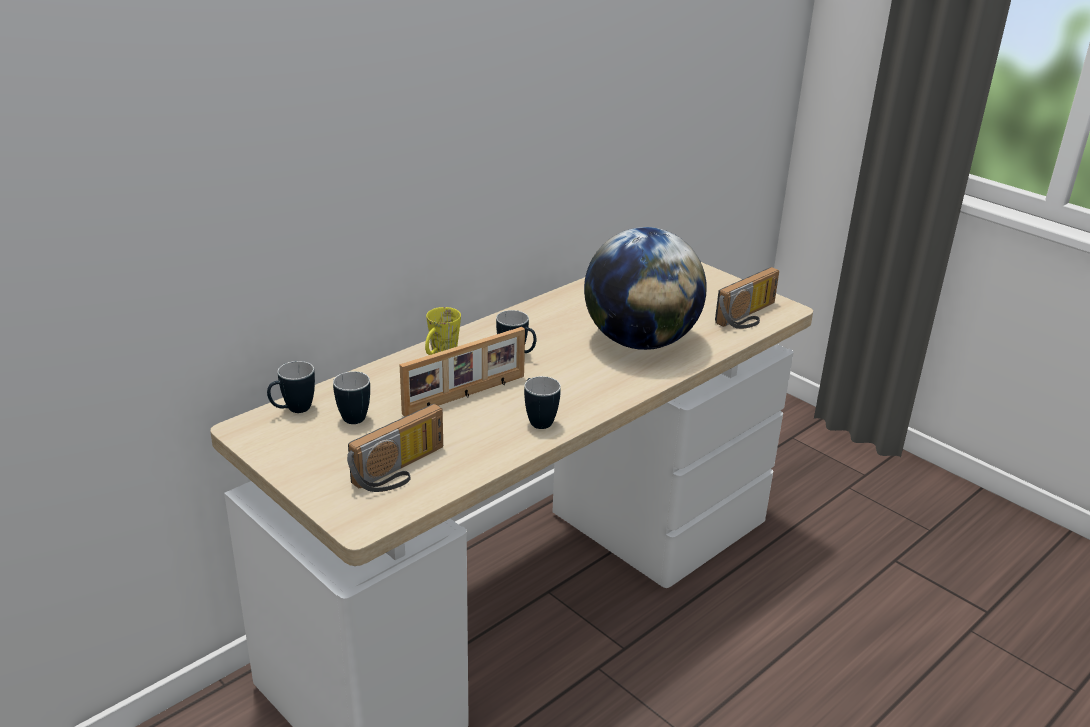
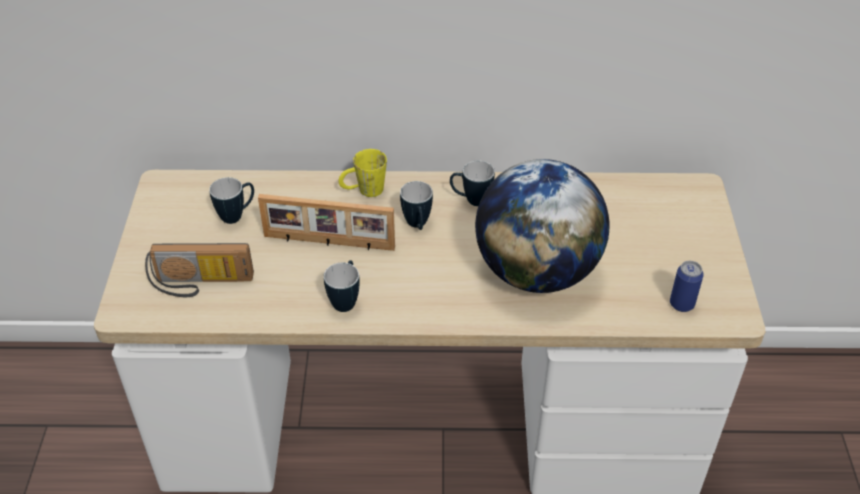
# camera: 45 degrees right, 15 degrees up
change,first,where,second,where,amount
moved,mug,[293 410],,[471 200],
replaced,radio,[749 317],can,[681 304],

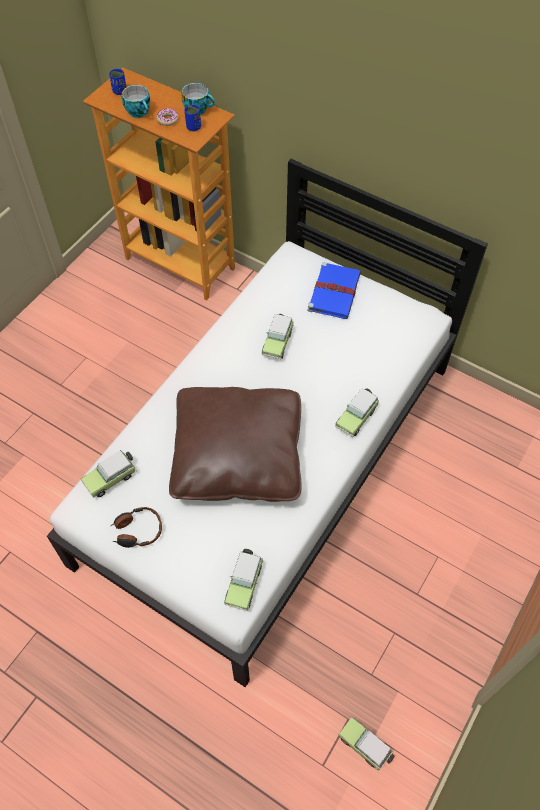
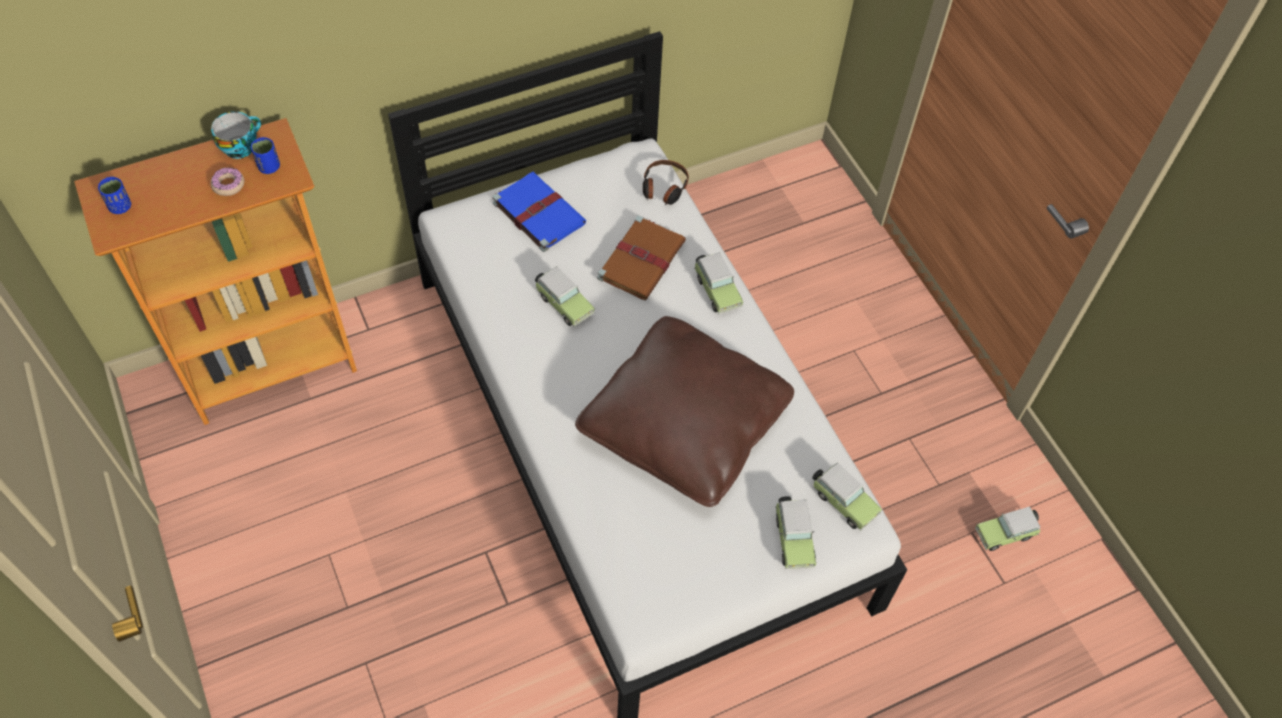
# camera: 60 degrees left, 0 degrees up
change,first,where,second,where,amount
removed,cup,[139 112],,,
added,,,book in brown,[642 259],
moved,toy car,[112 478],,[793 538],
moved,headphones,[137 531],,[663 188],

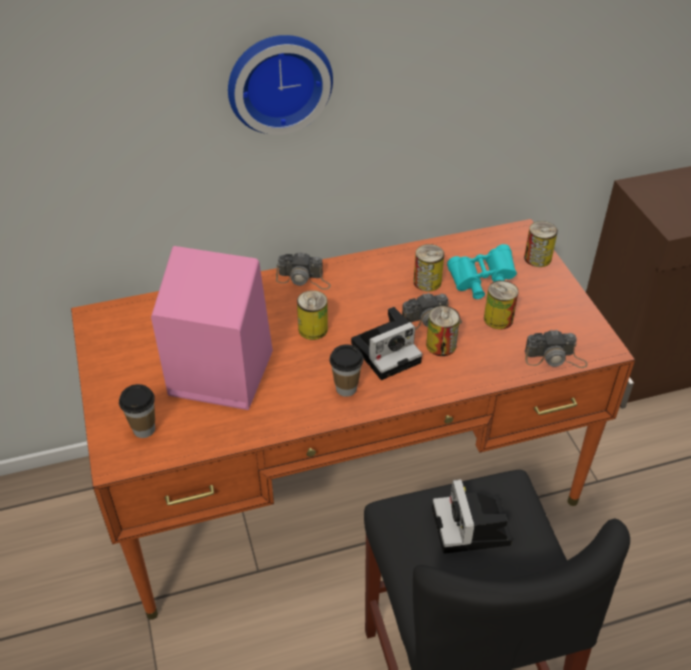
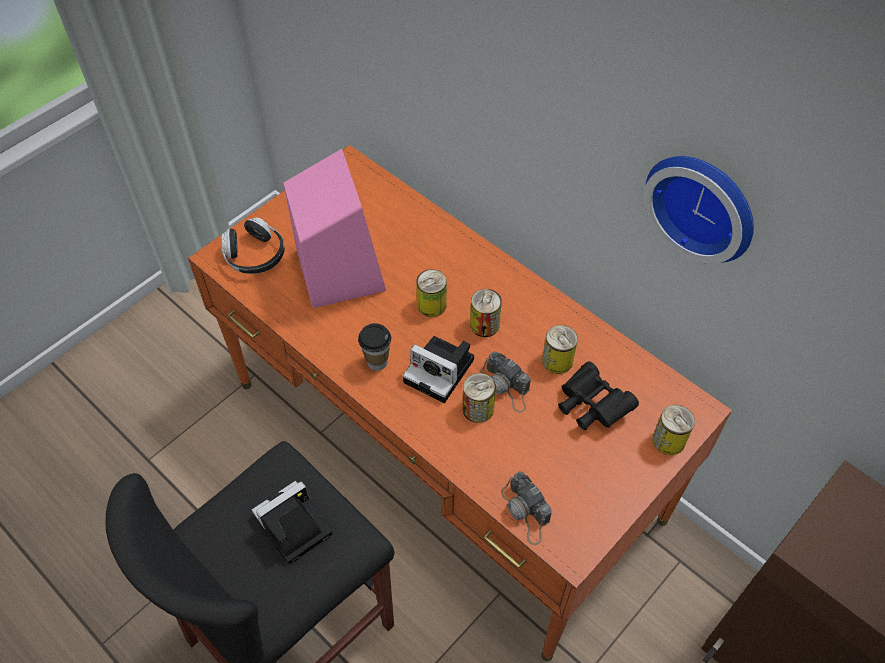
# camera: 60 degrees right, 10 degrees up
change,first,where,second,where,amount
removed,photo camera,[303 279],,,
moved,wall clock,[278 81],,[703 204],
moved,can,[498 319],,[484 325],
replaced,cup,[144 429],headphones,[255 256],
recoloured,binoculars in turquoise,[481 282],binoculars in black,[591 406],

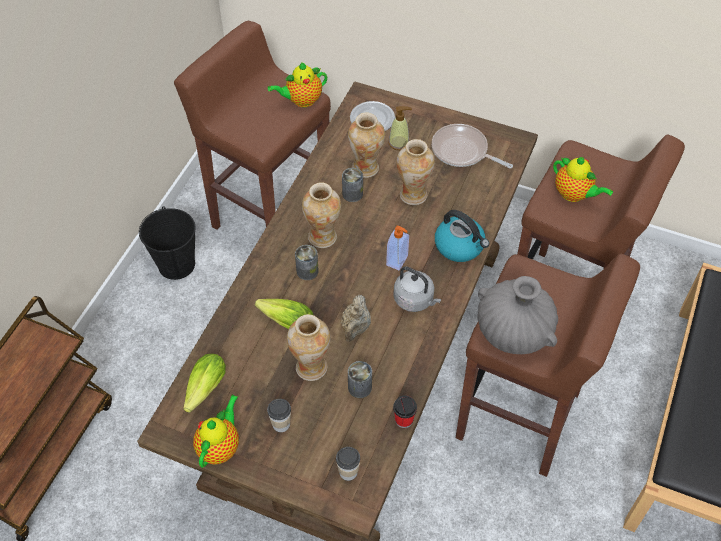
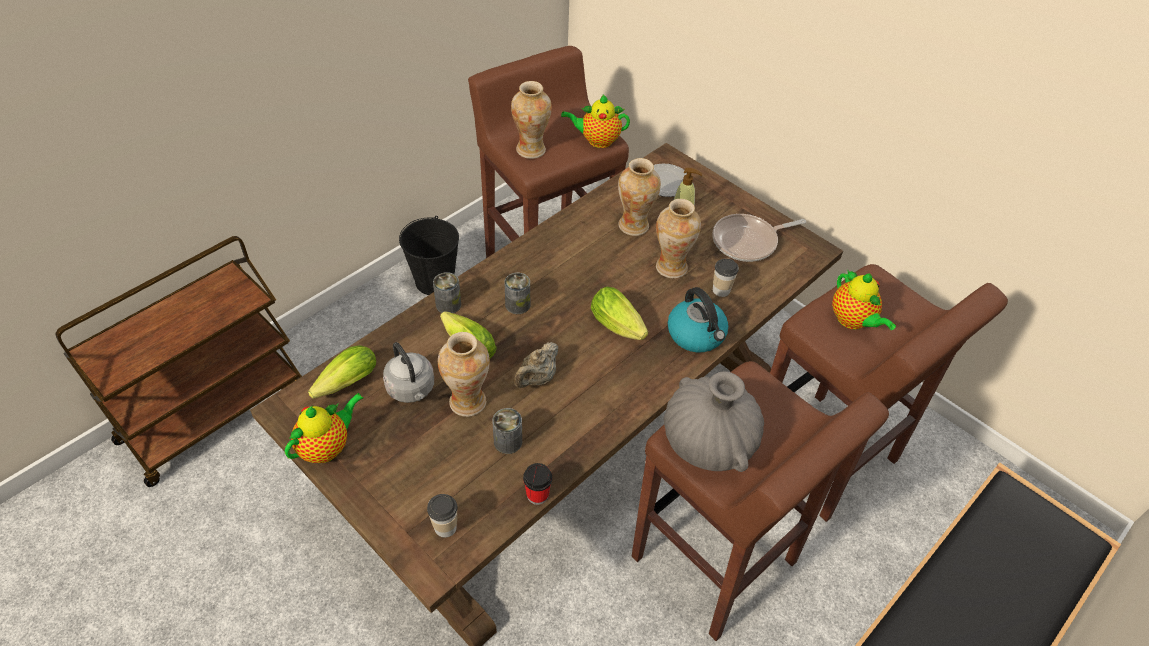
# camera: 20 degrees right, 5 degrees down
change,first,where,second,where,amount
moved,cup,[281 424],,[721 290],
moved,vase,[323 237],,[531 150],
moved,can,[352 194],,[448 304],
moved,kettle in grey,[415 300],,[412 389],
replaced,soap dispenser,[397 261],lettuce,[619 327],
turned,frying pan,[462 151],,[748 242],75 degrees counterclockwise

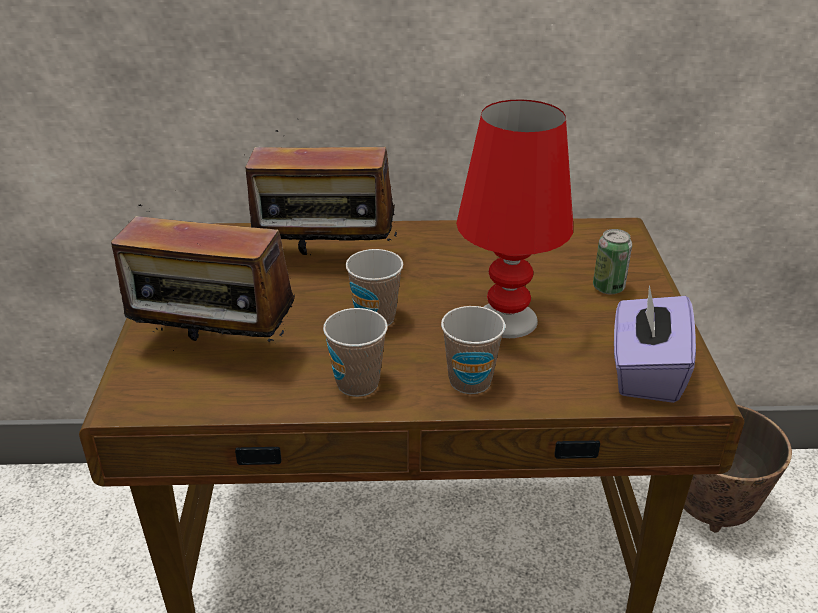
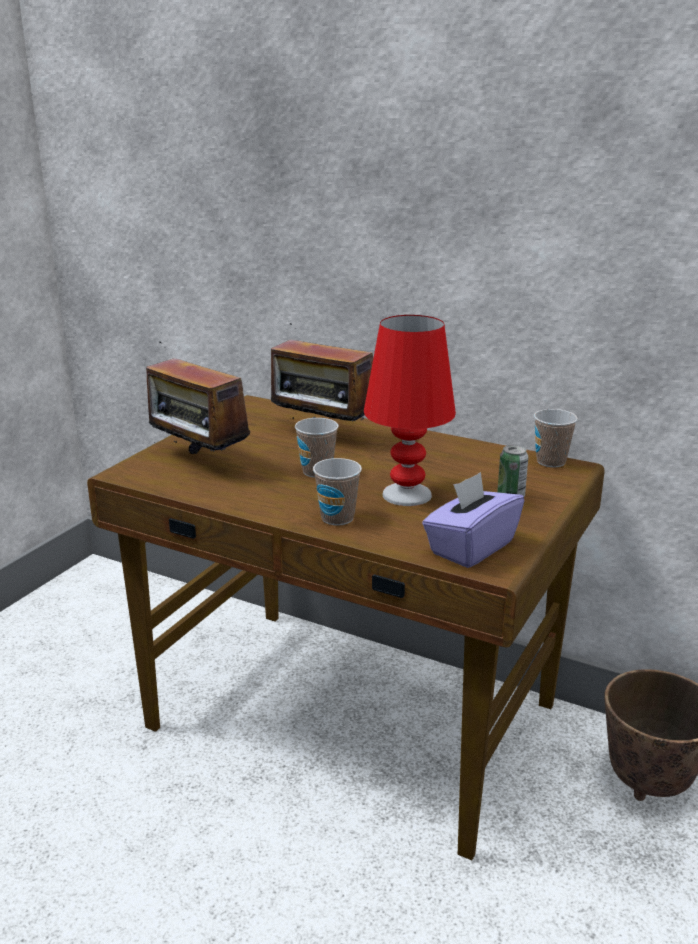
# camera: 30 degrees right, 10 degrees down
change,first,where,second,where,amount
moved,cup,[357 383],,[551 461],

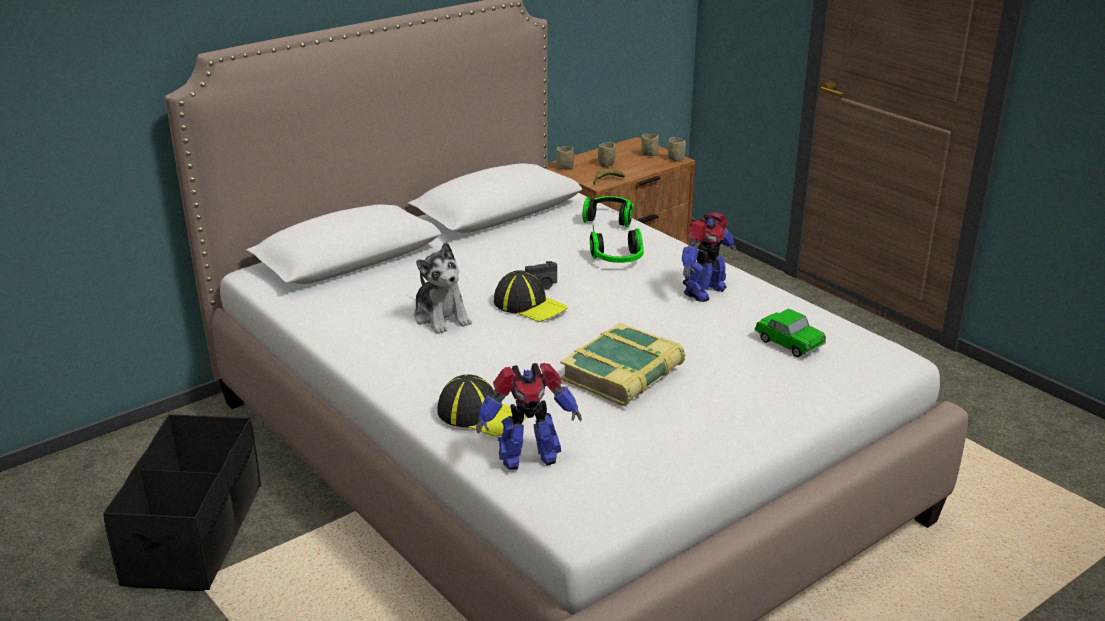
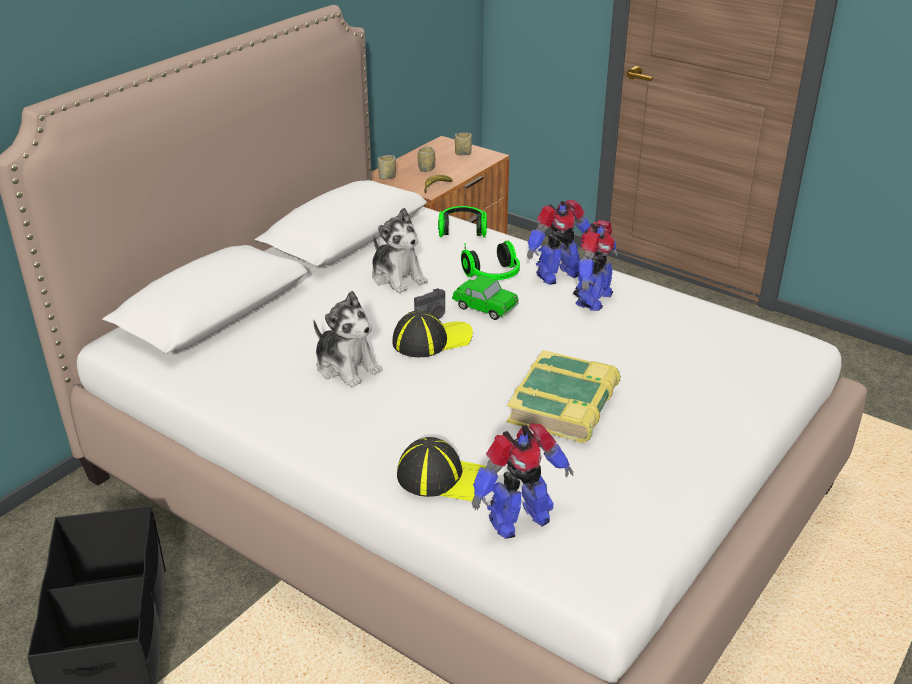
# camera: 15 degrees left, 5 degrees up
change,first,where,second,where,amount
removed,cup,[676 159],,,
added,,,plush toy,[397 277],
added,,,toy robot,[557 275],
moved,toy car,[789 344],,[485 308],
turned,cap,[529 305],,[431 340],45 degrees counterclockwise

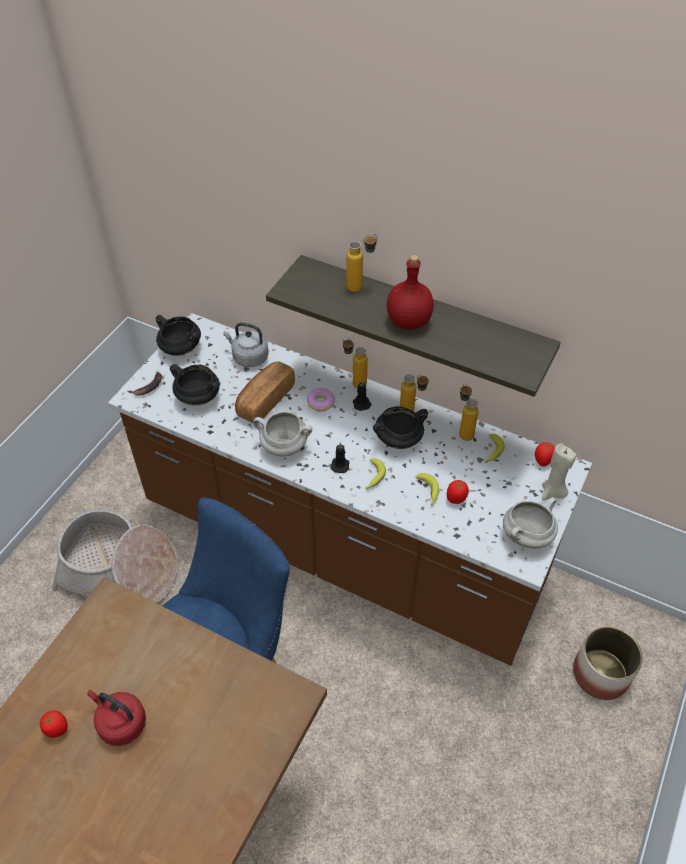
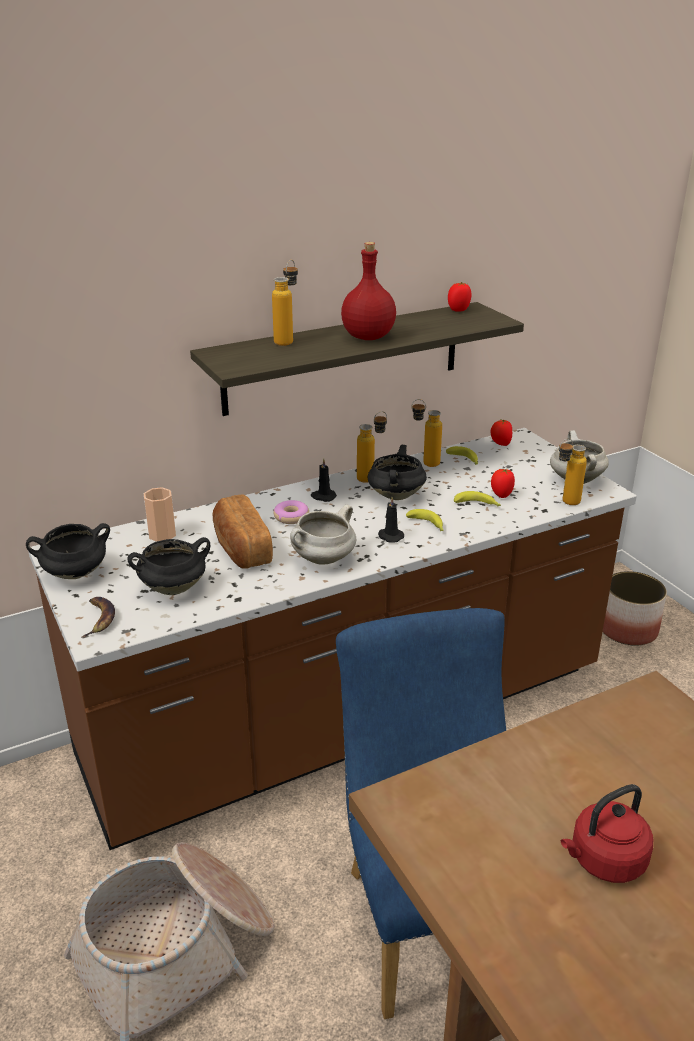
# camera: 55 degrees left, 20 degrees down
change,first,where,second,where,amount
removed,candle in beige,[553 492],,,
moved,tomato,[57 729],,[458 310],
moved,bottle,[354 382],,[565 503],
replaced,kettle in grey,[248 357],cup,[162 535],

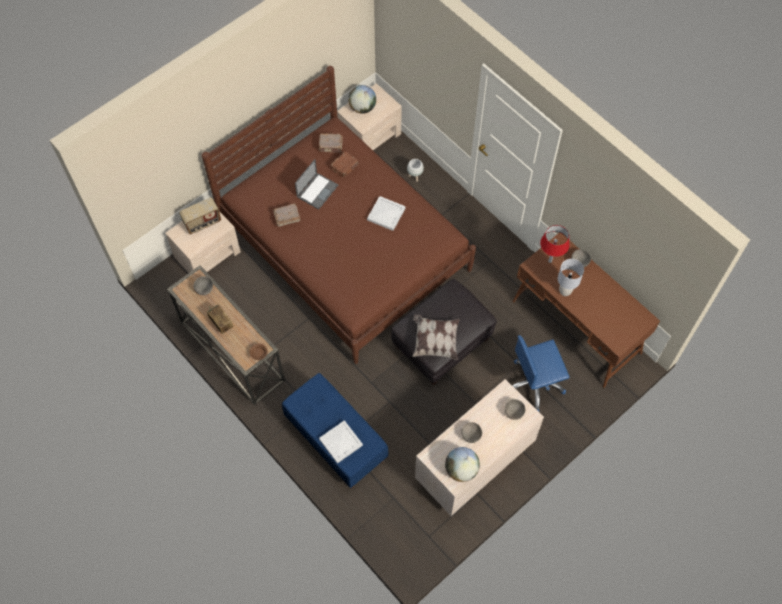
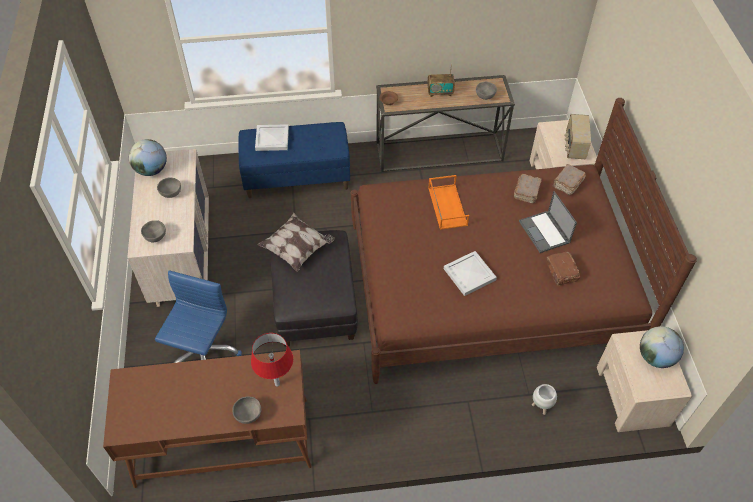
# camera: 125 degrees right, 10 degrees down
change,first,where,second,where,amount
removed,table lamp in grey,[564 291],,,
added,,,tray in orange,[446 206],
moved,book in brown,[331 146],,[567 184],

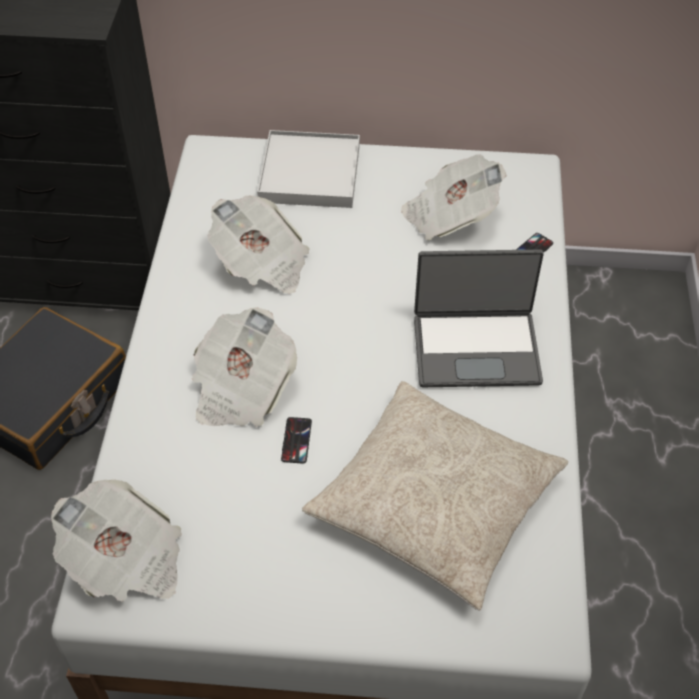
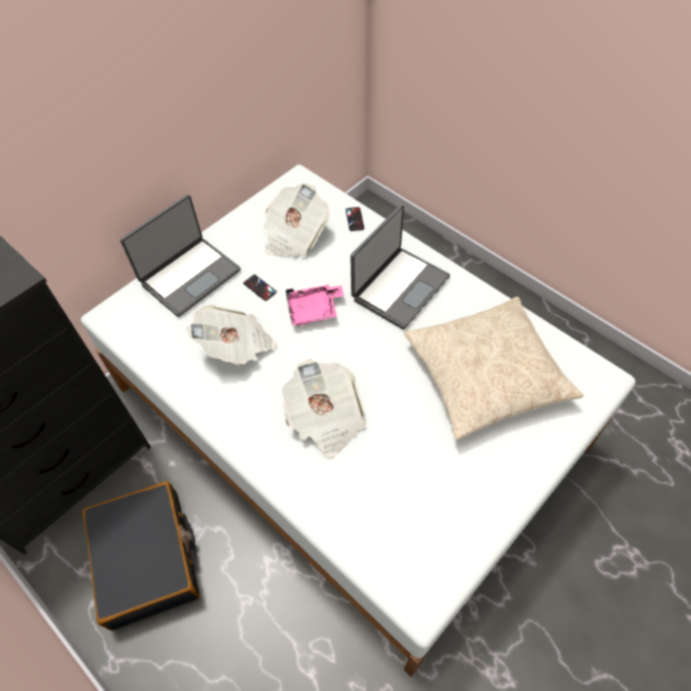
# camera: 50 degrees left, 5 degrees up
change,first,where,second,where,amount
removed,newspaper,[126 560],,,
added,,,tray in pink,[314 310],
moved,phone,[296 440],,[259 288],
replaced,tray in white,[310 173],laptop,[189 276],

